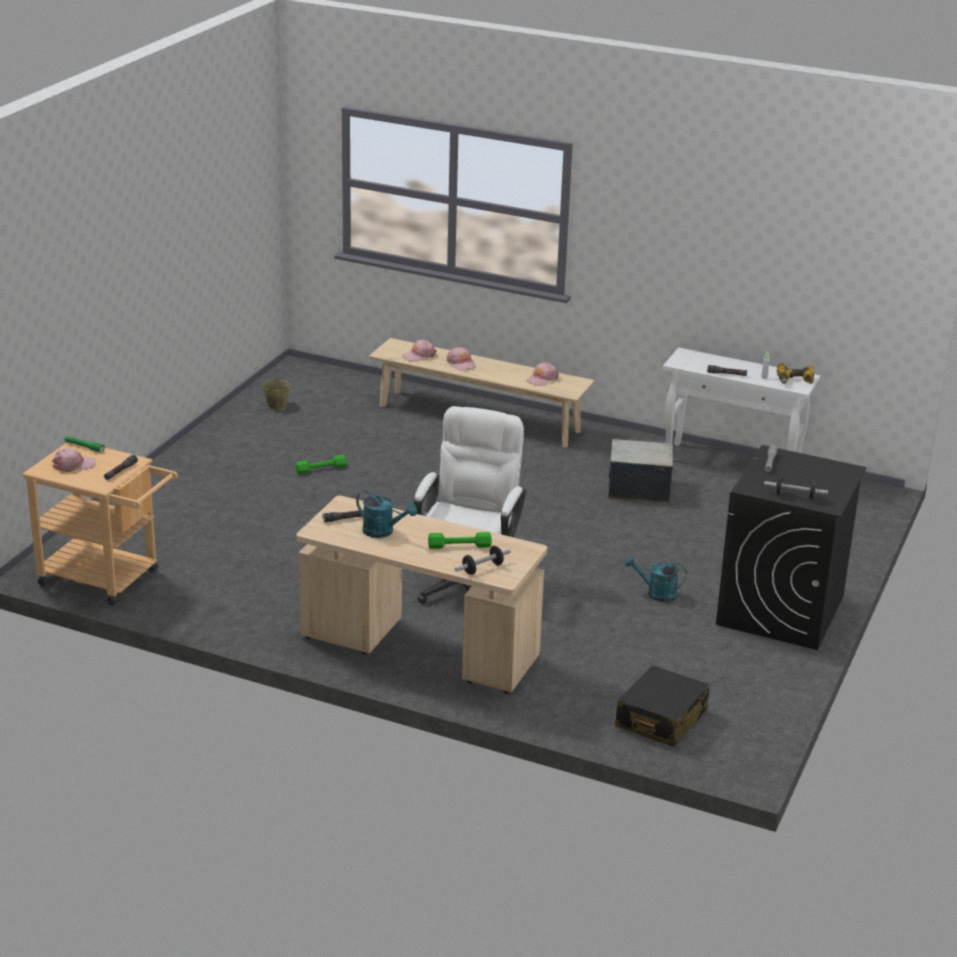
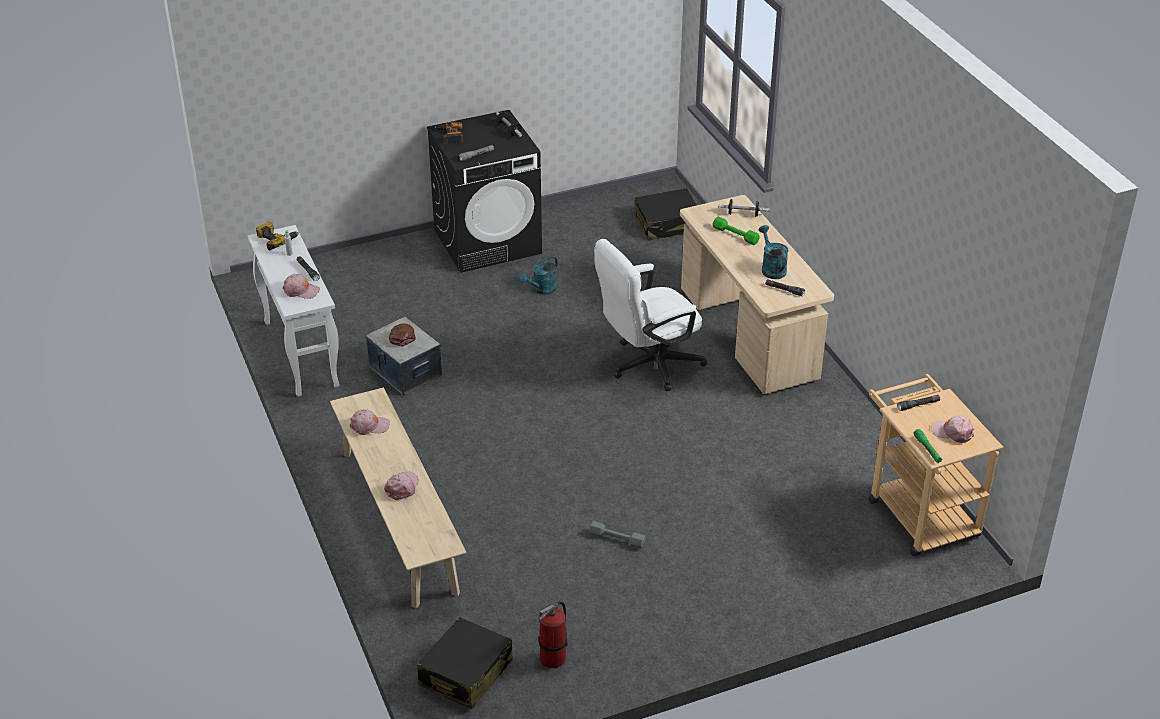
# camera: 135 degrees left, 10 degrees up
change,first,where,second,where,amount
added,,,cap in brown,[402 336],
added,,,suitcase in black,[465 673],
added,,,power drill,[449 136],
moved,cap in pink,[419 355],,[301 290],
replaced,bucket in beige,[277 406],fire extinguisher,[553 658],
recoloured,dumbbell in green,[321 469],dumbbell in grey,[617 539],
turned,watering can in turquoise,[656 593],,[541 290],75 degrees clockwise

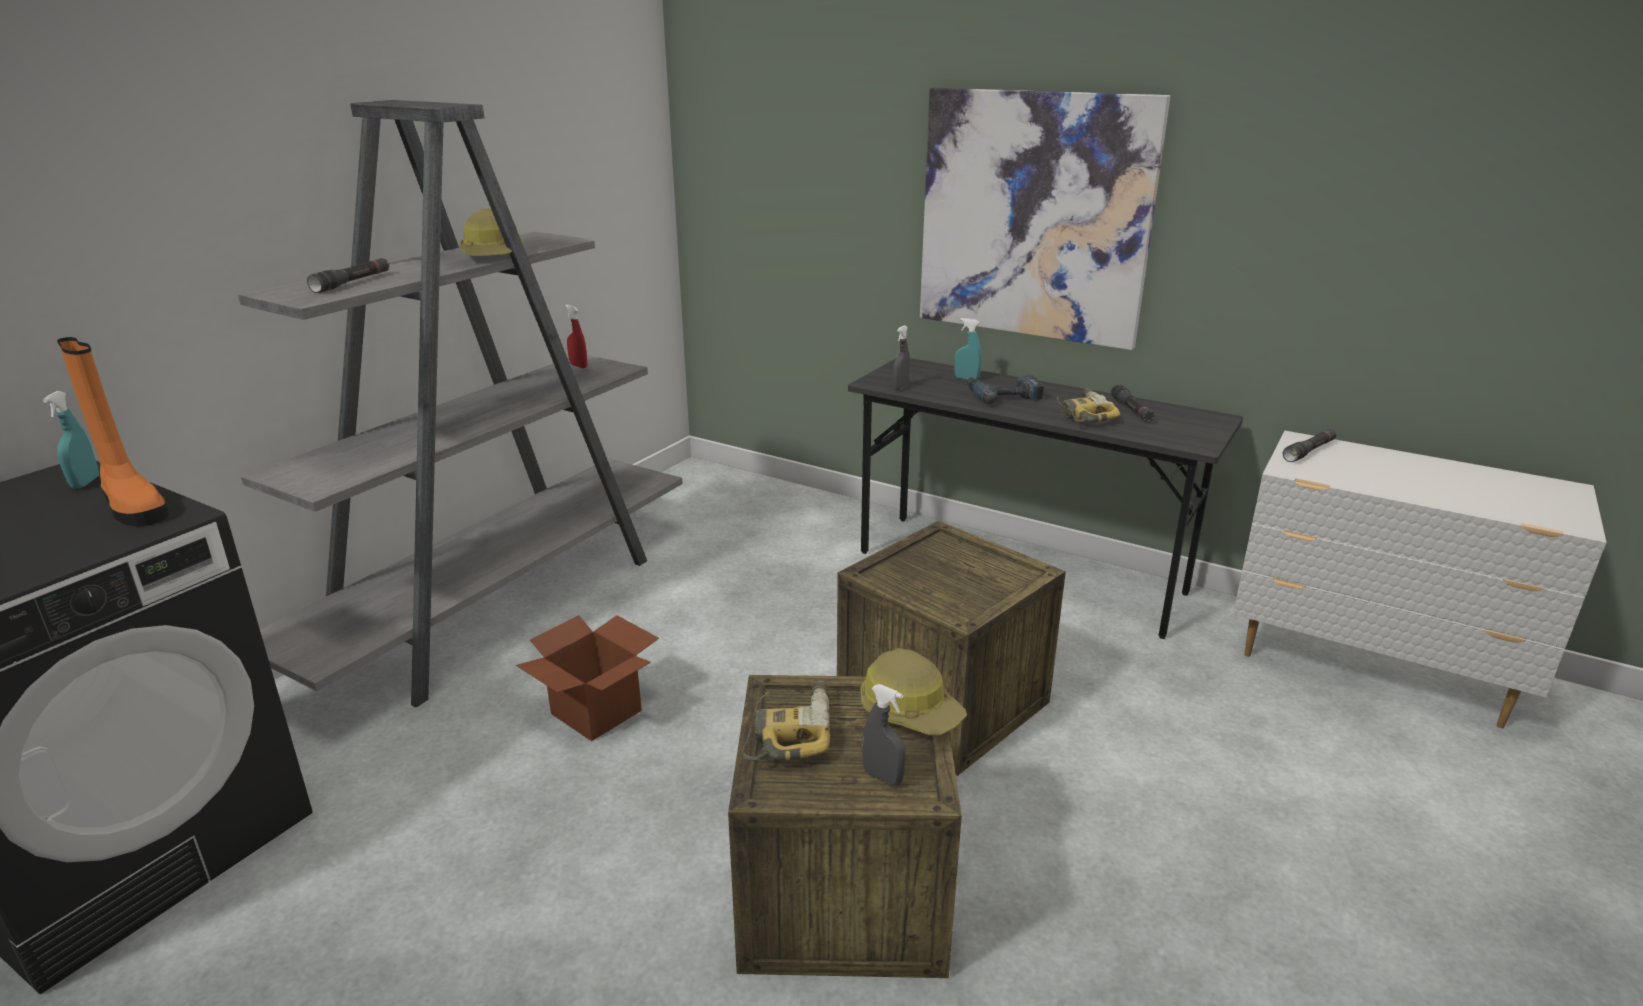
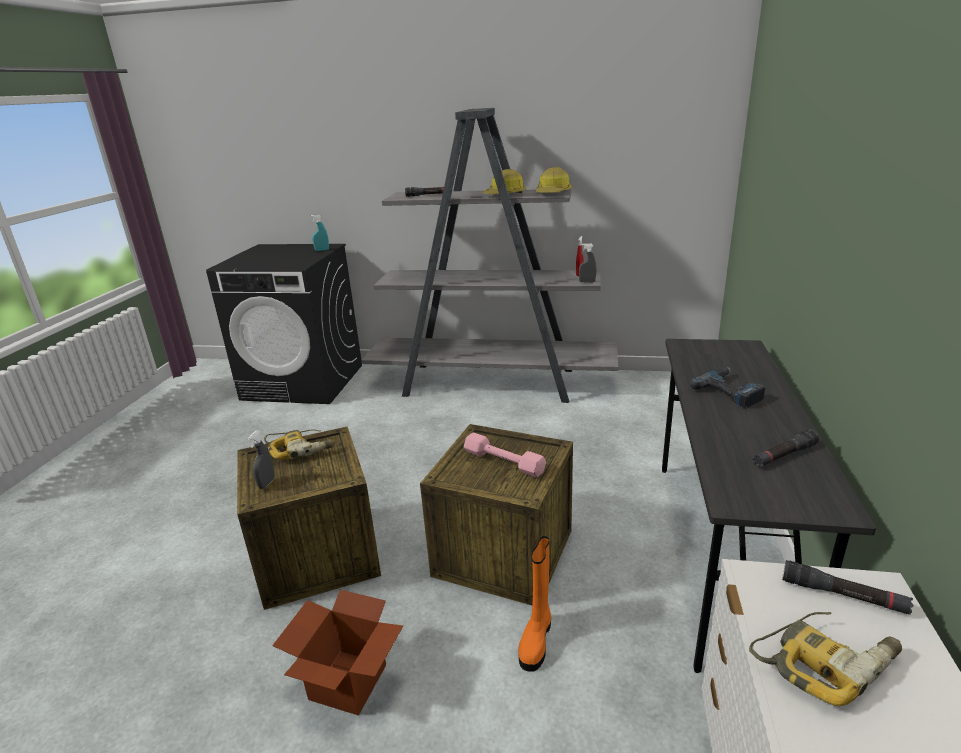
# camera: 70 degrees right, 0 degrees up
change,first,where,second,where,amount
removed,picture,[1033 217],,,
removed,spray bottle in turquoise,[966 379],,,
added,,,dumbbell in pink,[503 462],
moved,boot in orange,[133 507],,[536 640],
moved,cardboard box,[595 712],,[348 681],
moved,hard hat,[910 710],,[553 193],
moved,spray bottle in grey,[900 387],,[587 282],
moved,power drill,[1082 414],,[825 660],

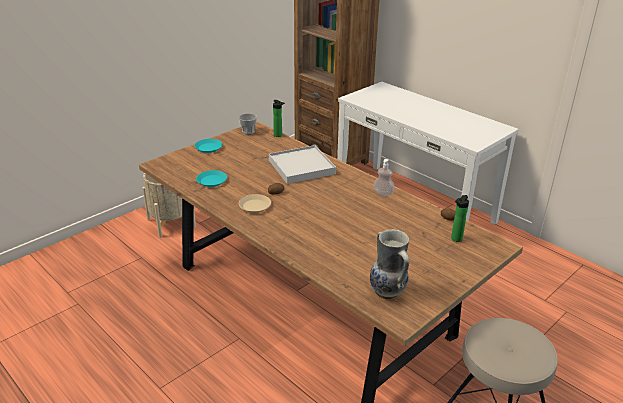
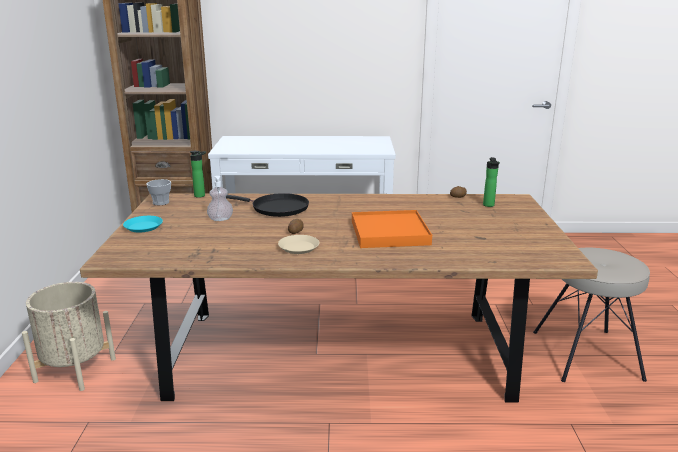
# camera: 45 degrees left, 10 degrees down
change,first,where,second,where,amount
removed,plate in turquoise,[212 181],,,
removed,vase,[388 291],,,
added,,,tray in orange,[389 233],
moved,soap dispenser,[383 193],,[220 219],
replaced,tray in white,[301 167],frying pan in black,[276 208],

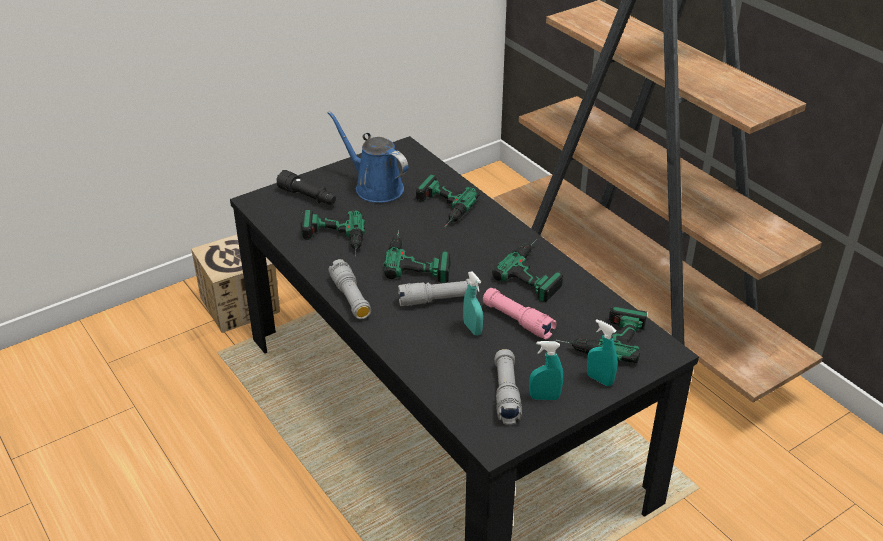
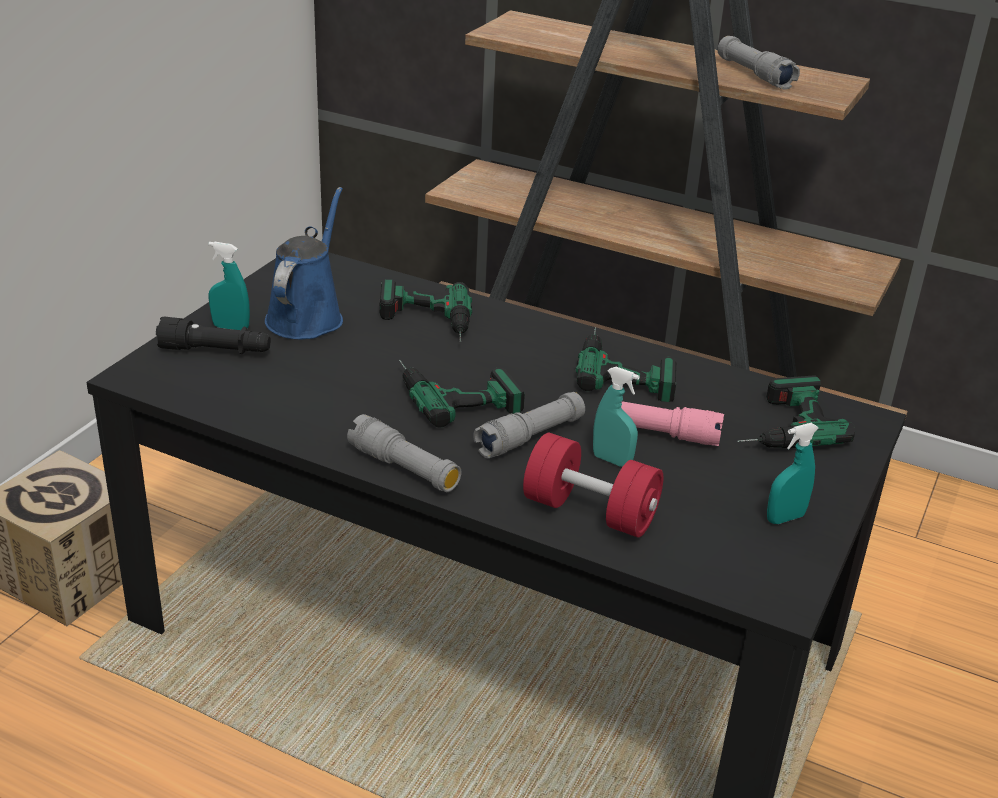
# camera: 30 degrees left, 5 degrees down
change,first,where,second,where,amount
removed,power drill,[333 241],,,
added,,,dumbbell in red,[590 512],
moved,flashlight in grey,[506 394],,[754 74],
moved,spray bottle in turquoise,[599 379],,[231 327],
turned,watering can in blue,[375 187],,[307 316],90 degrees clockwise

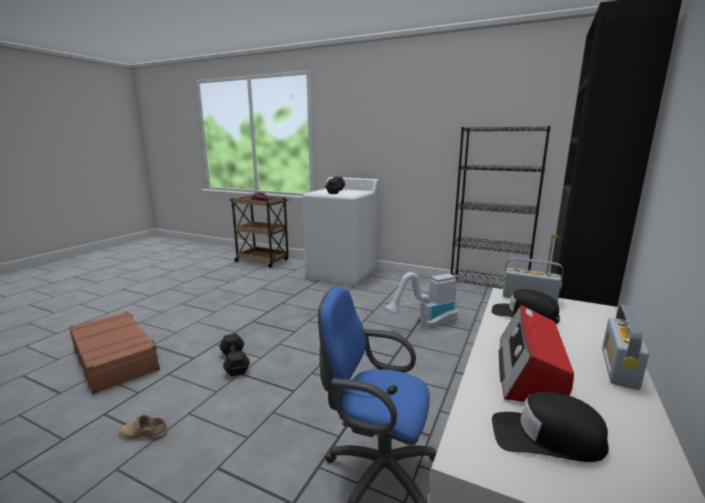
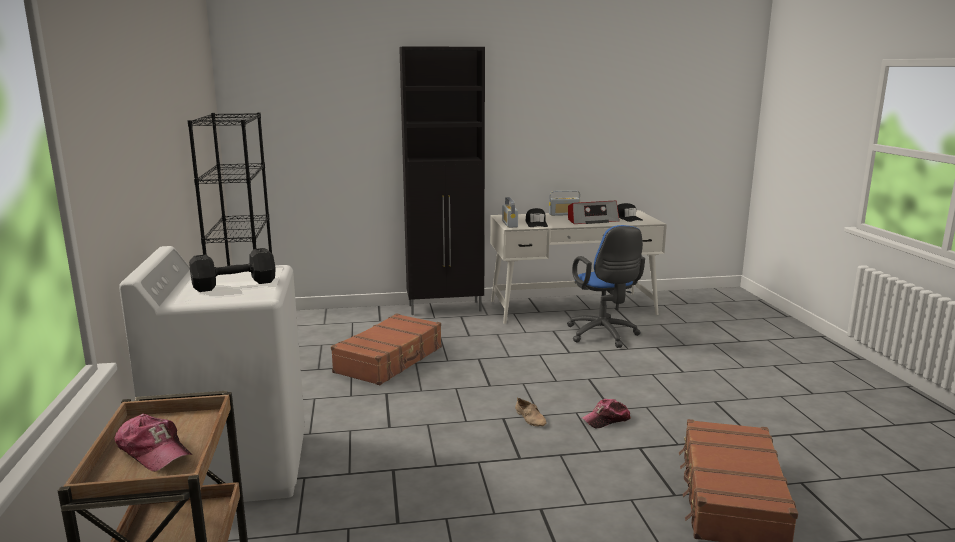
# camera: 125 degrees left, 0 degrees up
change,first,where,second,where,amount
moved,shoe in beige,[143 433],,[531 418],
replaced,dumbbell in black,[234 363],cap,[606 420],
replaced,vacuum cleaner,[426 323],suitcase in brown,[390 360],

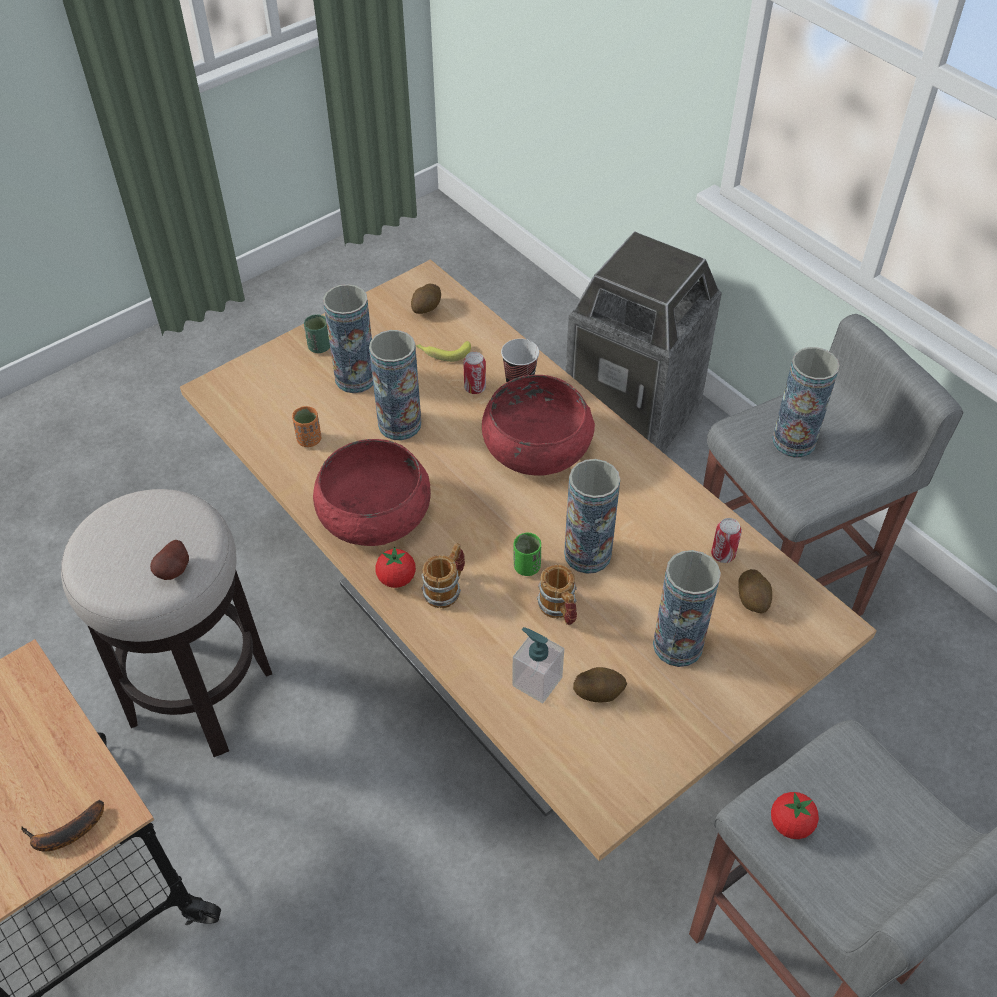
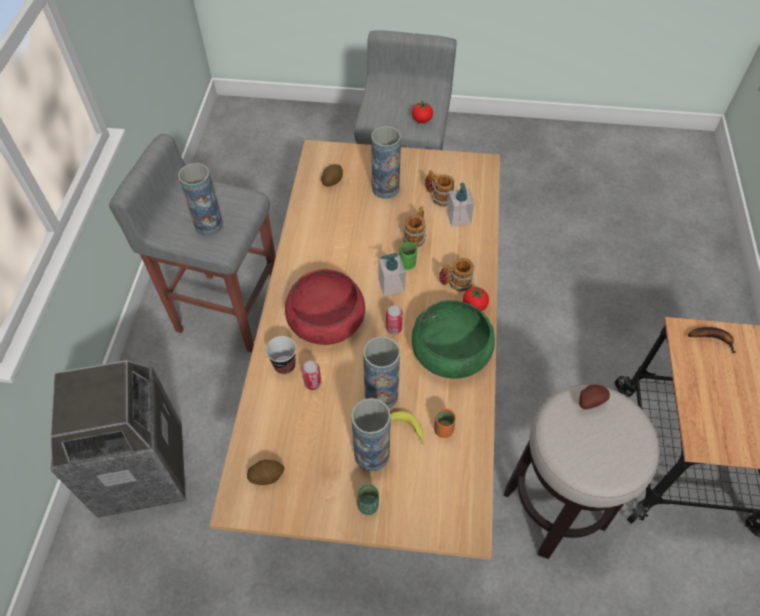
# camera: 135 degrees left, 5 degrees up
change,first,where,second,where,amount
removed,vase,[587 554],,,
added,,,soap dispenser,[391 285],
moved,banana,[443 352],,[409 430],
moved,can,[723 554],,[394 328],
replaced,potato,[599 692],mug,[438 197],
recoloured,bowl in red,[374 512],bowl in green,[451 350],

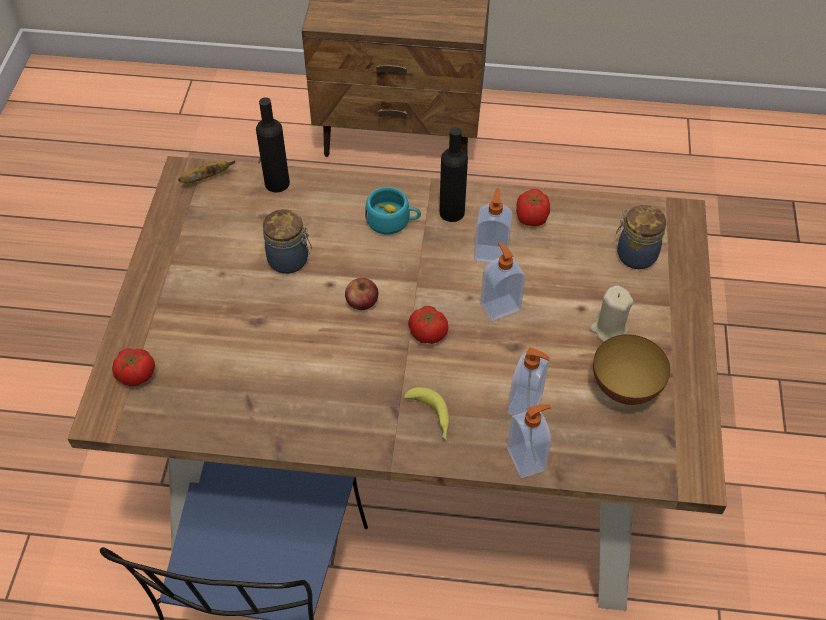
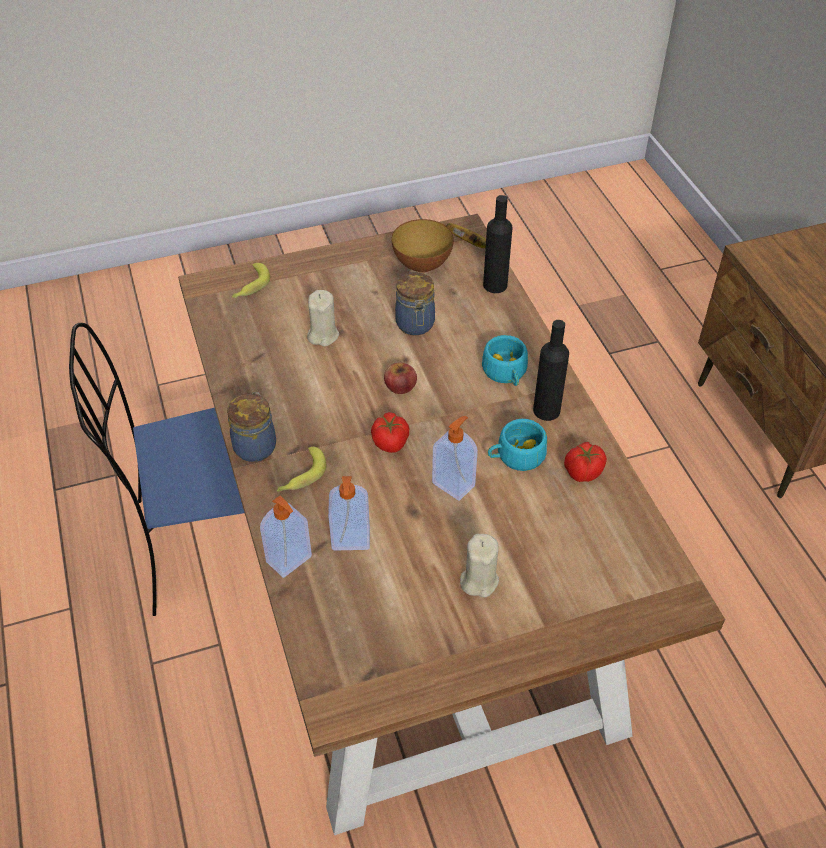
# camera: 65 degrees right, 5 degrees down
change,first,where,second,where,amount
added,,,candle in beige,[323 335],
moved,bowl,[624 388],,[422 265],
moved,jar,[634 254],,[255 446],
replaced,tomato,[136 375],banana,[250 286],
replaced,soap dispenser,[491 253],cup in turquoise,[515 456],

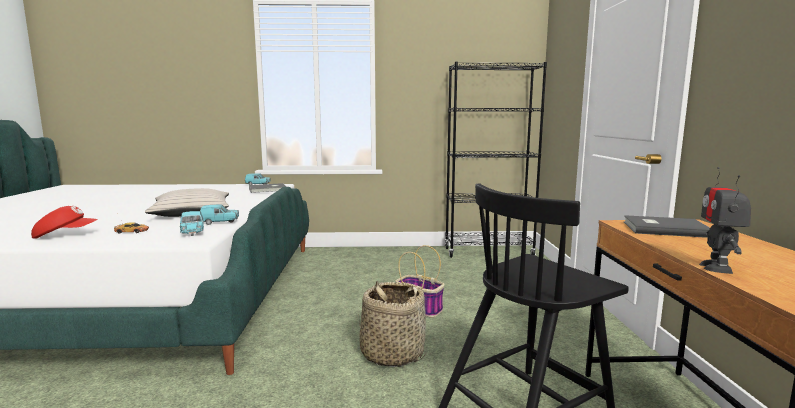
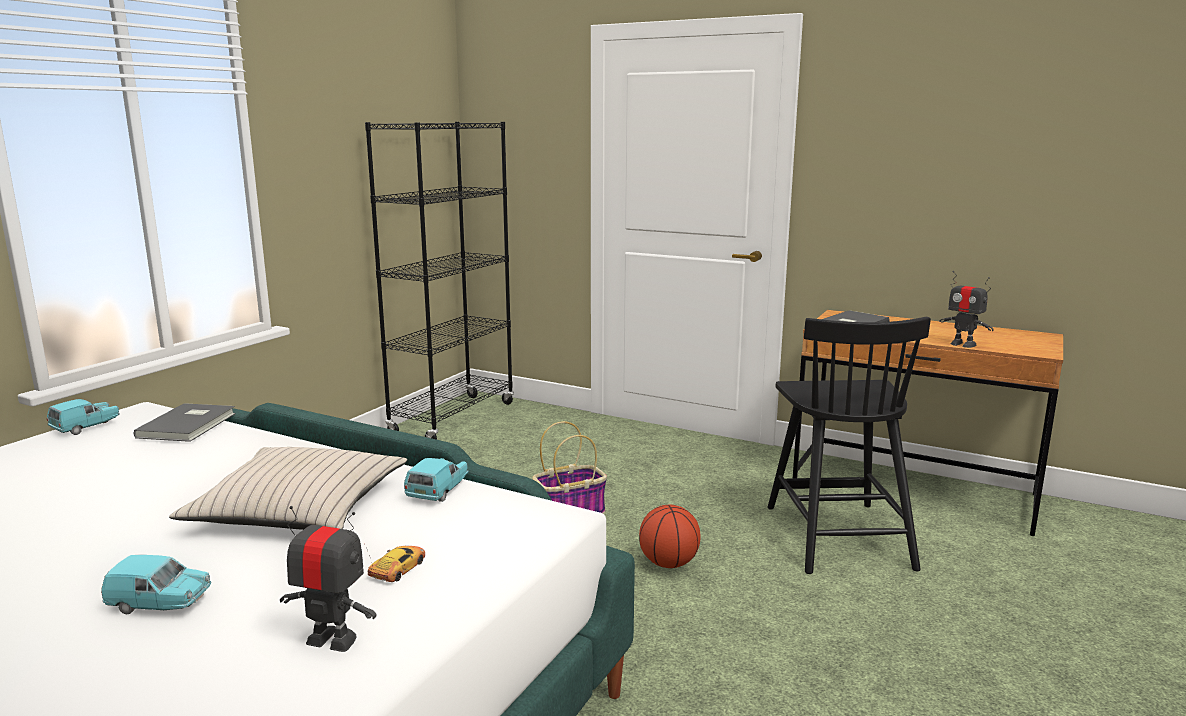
# camera: 60 degrees left, 5 degrees up
change,first,where,second,where,amount
moved,toy car in turquoise,[192 232],,[160 604],
replaced,cap in red,[65 235],toy robot,[332 640],
replaced,basket,[392 353],basketball,[669 564],

